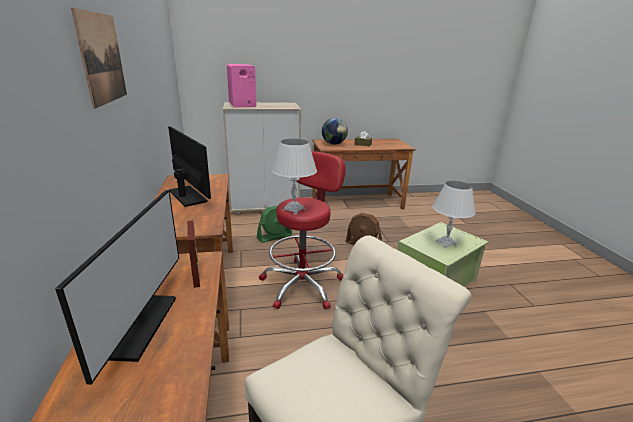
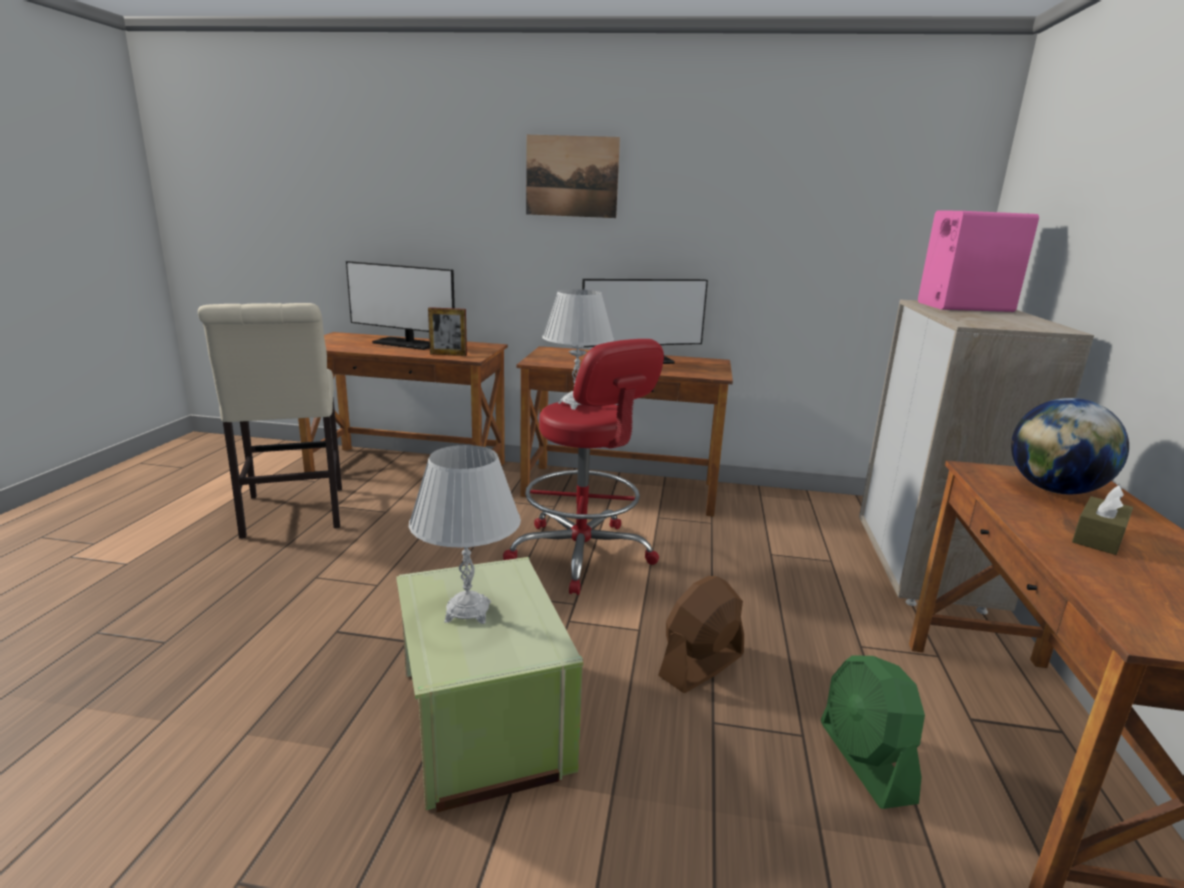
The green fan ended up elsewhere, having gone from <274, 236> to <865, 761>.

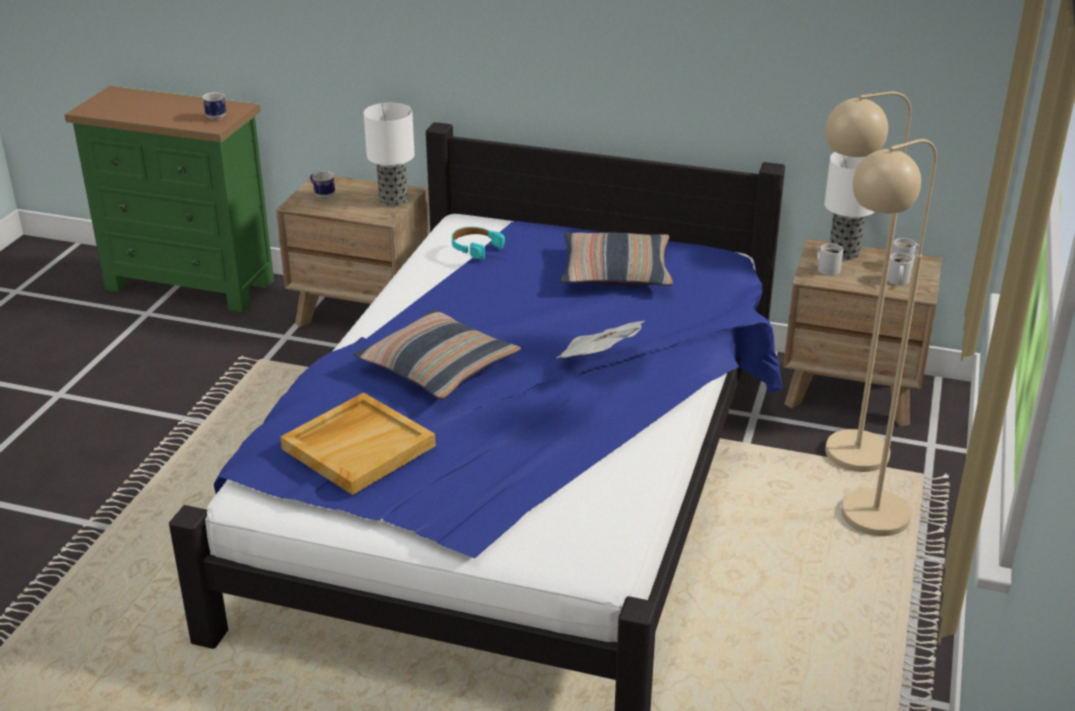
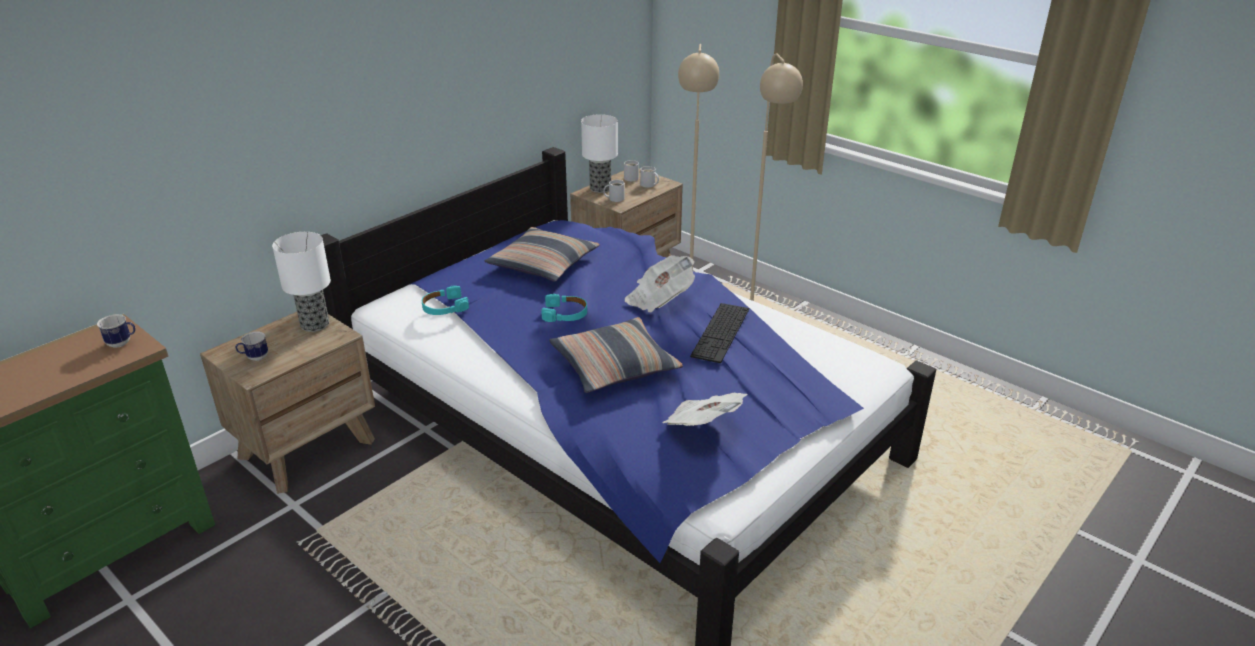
Where the beige tray stood at <358, 446>, the newspaper came to stand at <703, 426>.
The second view gained the turquoise headphones at <565, 314>.
The second view gained the keyboard at <720, 332>.

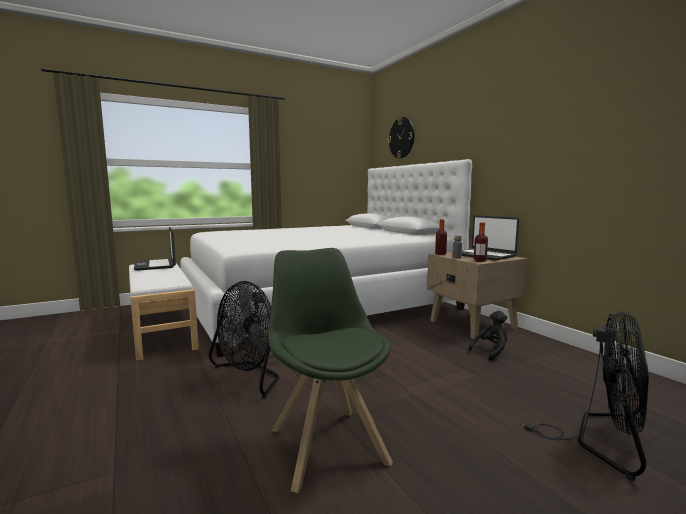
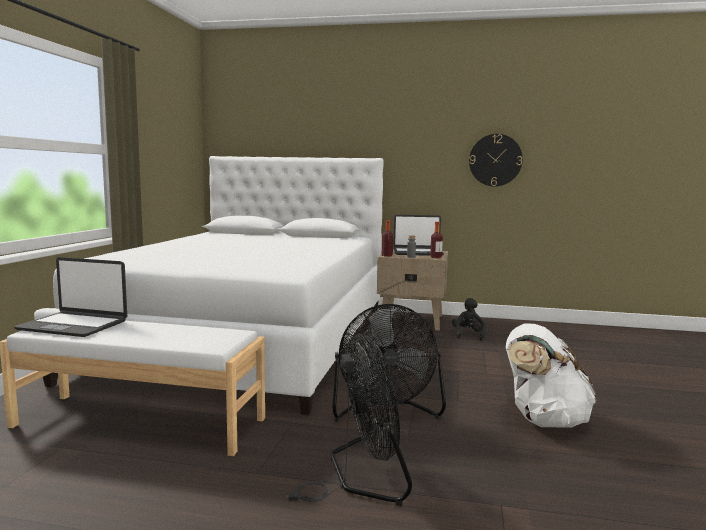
Where the green chair stood at <327, 446>, the white backpack came to stand at <543, 420>.
The wall clock ended up elsewhere, having gone from <401, 138> to <495, 160>.
The black fan ended up elsewhere, having gone from <601, 438> to <356, 474>.

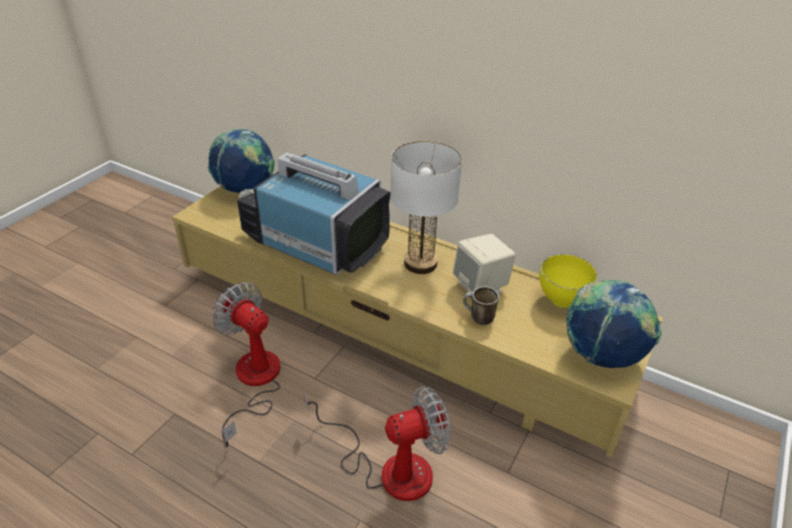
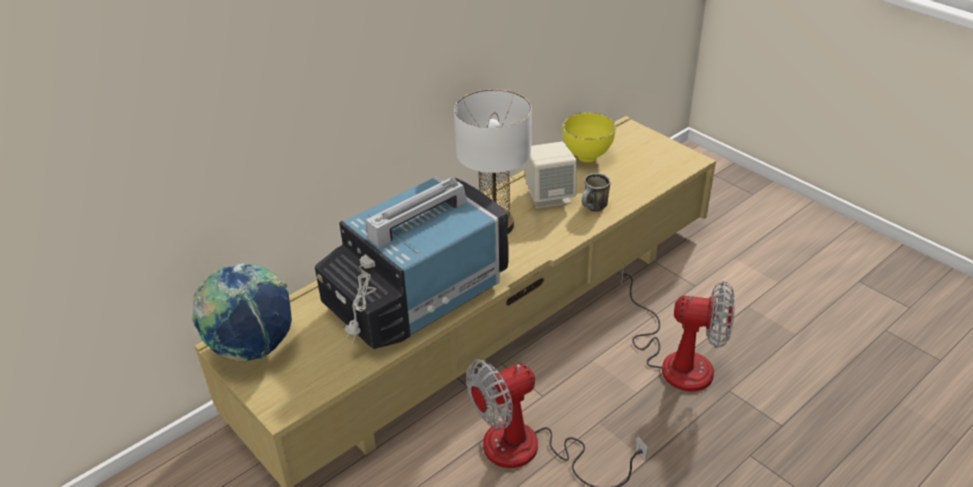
The fan at <389, 467> ended up facing another way, 105 degrees clockwise from before.
The second view lost the globe at <601, 355>.

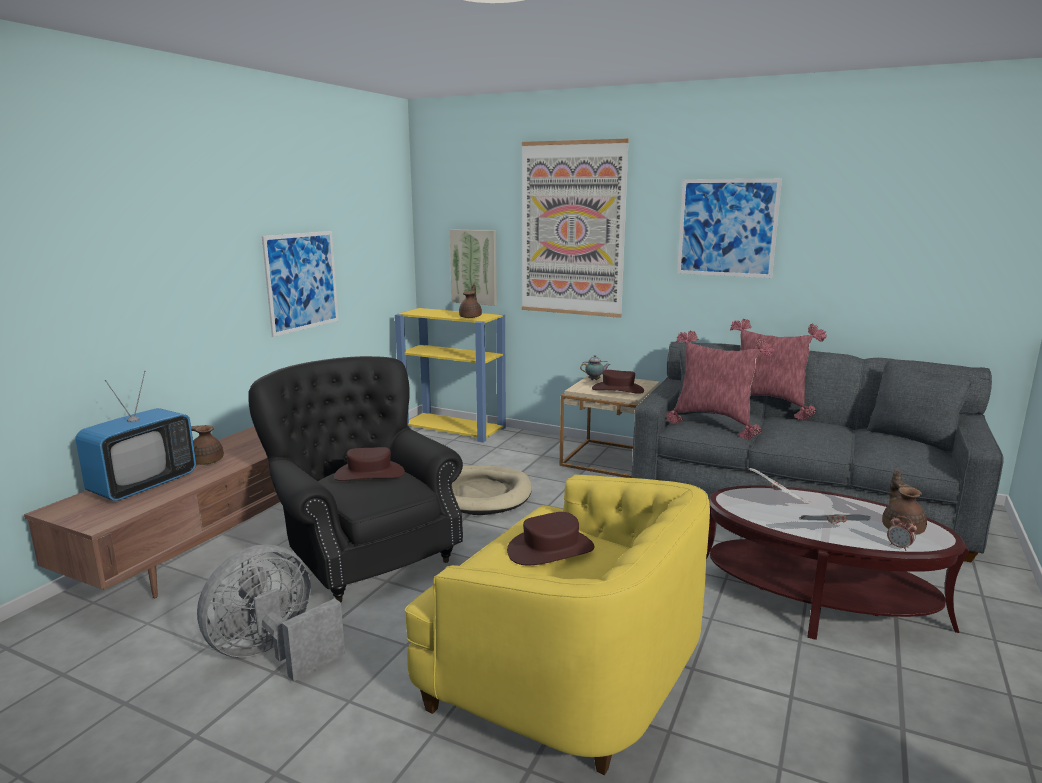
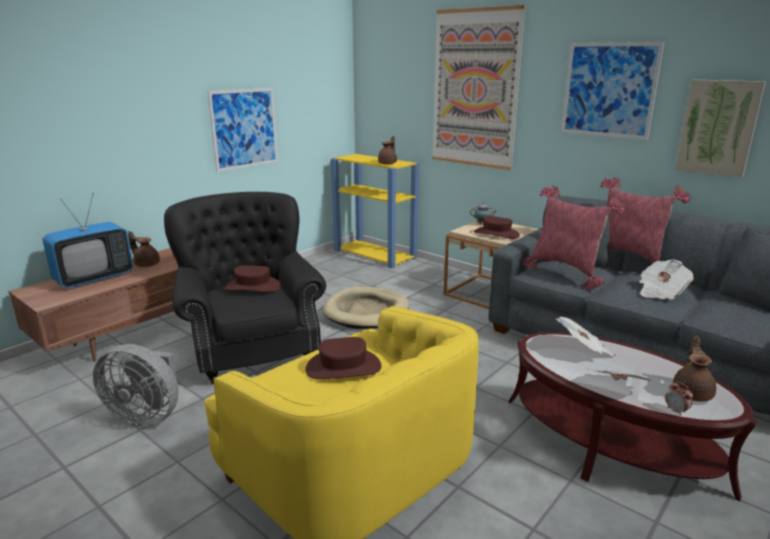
The grey fan at <273, 653> ended up facing another way, 135 degrees counterclockwise from before.
The picture ended up elsewhere, having gone from <474, 267> to <718, 127>.
The second view gained the newspaper at <661, 292>.

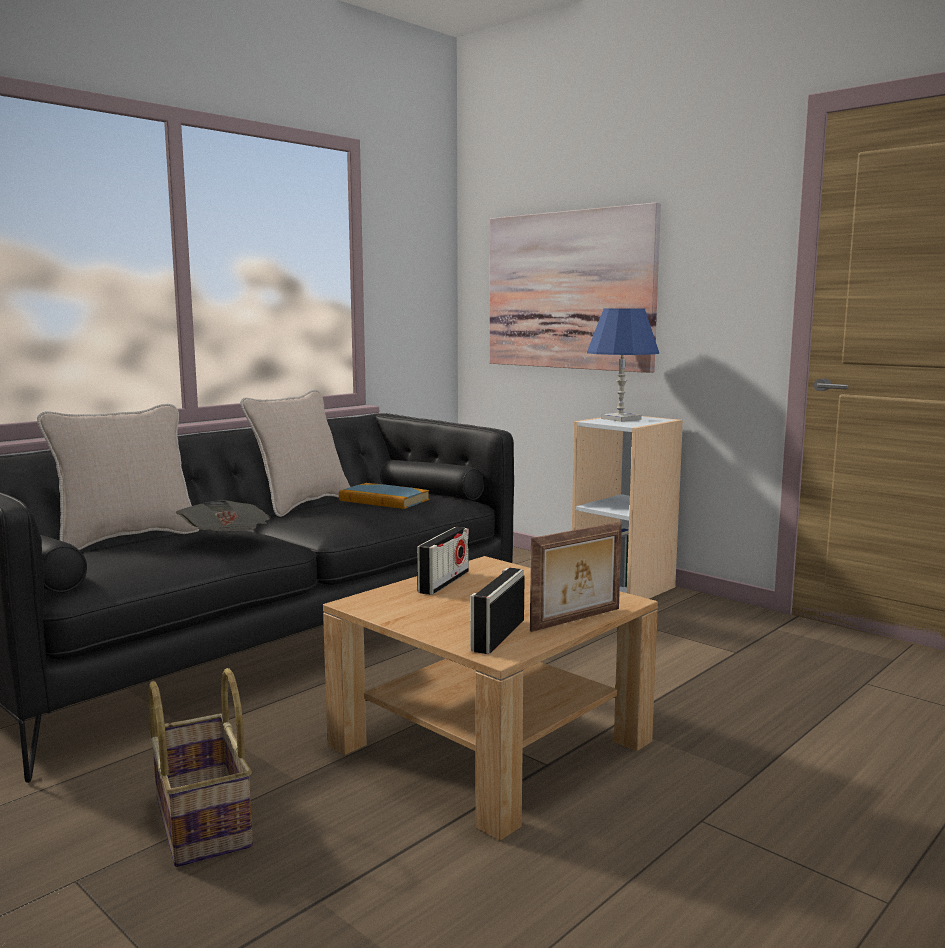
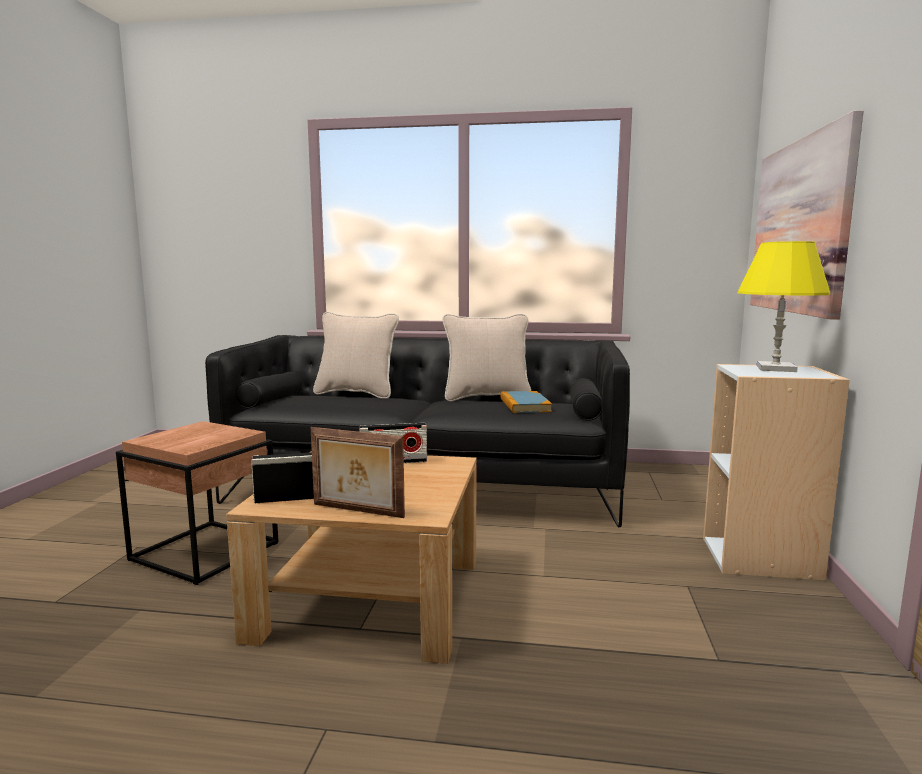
Where the basket stood at <199, 822>, the brown side table came to stand at <205, 551>.
The second view lost the newspaper at <227, 542>.
What was the blue table lamp at <620, 419> turned into the yellow table lamp at <775, 368>.

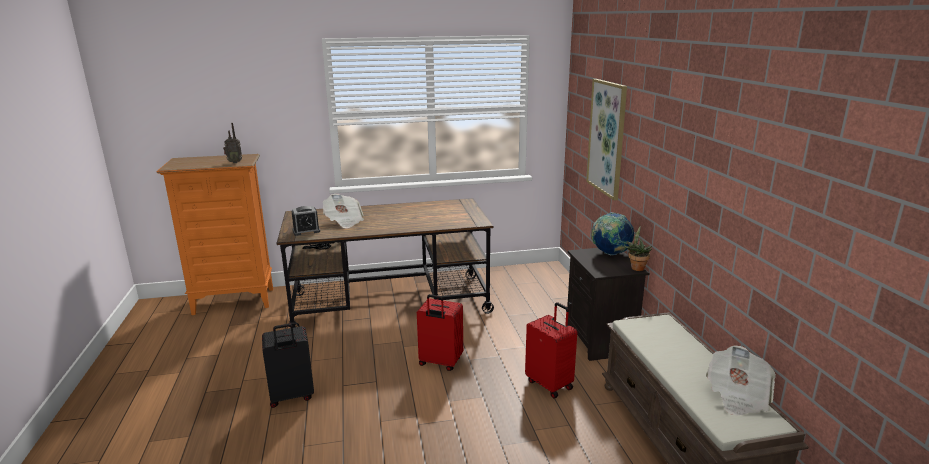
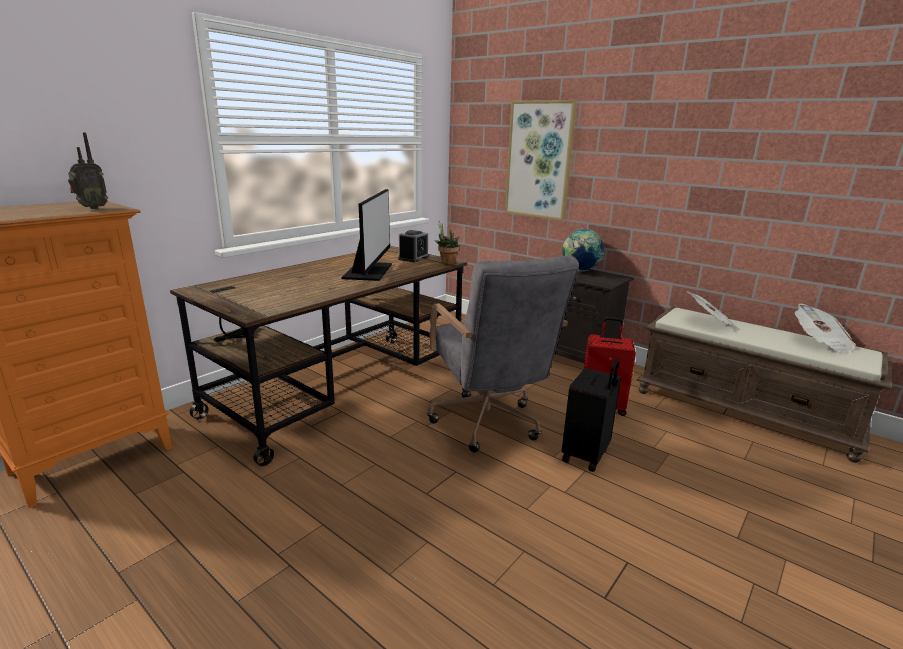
The black suitcase ended up elsewhere, having gone from <291, 397> to <586, 455>.
The alarm clock ended up elsewhere, having gone from <306, 231> to <413, 258>.
The newspaper ended up elsewhere, having gone from <344, 221> to <710, 323>.
Where the red suitcase stood at <440, 362>, the grey office chair came to stand at <488, 426>.
The potted plant ended up elsewhere, having gone from <636, 267> to <446, 262>.
The second view gained the monitor at <369, 271>.

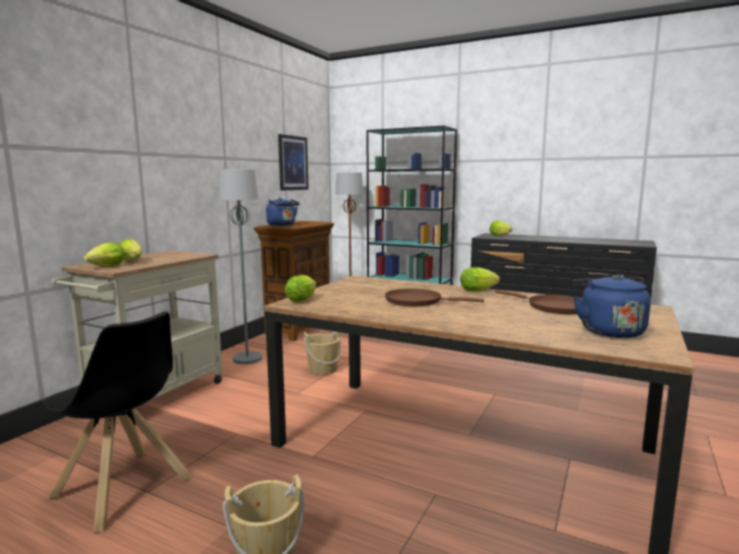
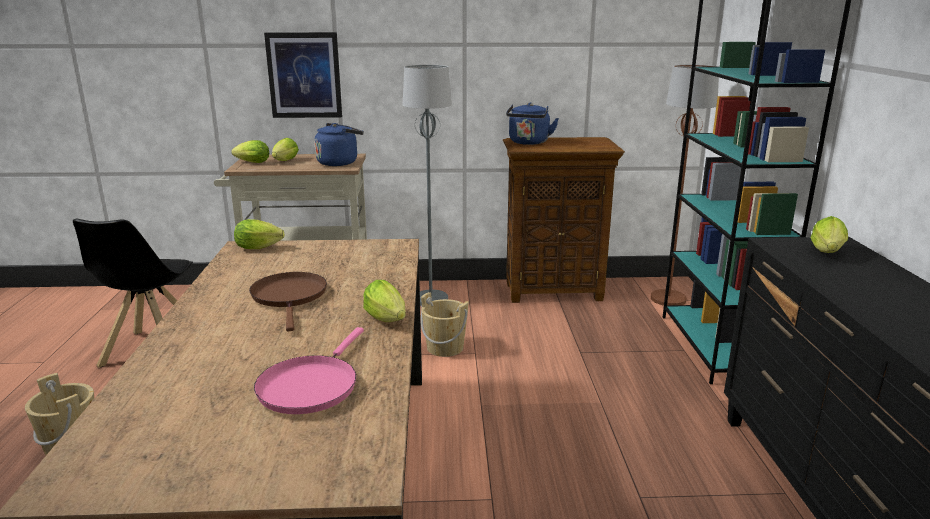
The picture ended up elsewhere, having gone from <293, 163> to <304, 75>.
What was the brown frying pan at <554, 307> turned into the pink frying pan at <310, 386>.
The blue kettle ended up elsewhere, having gone from <608, 331> to <339, 162>.

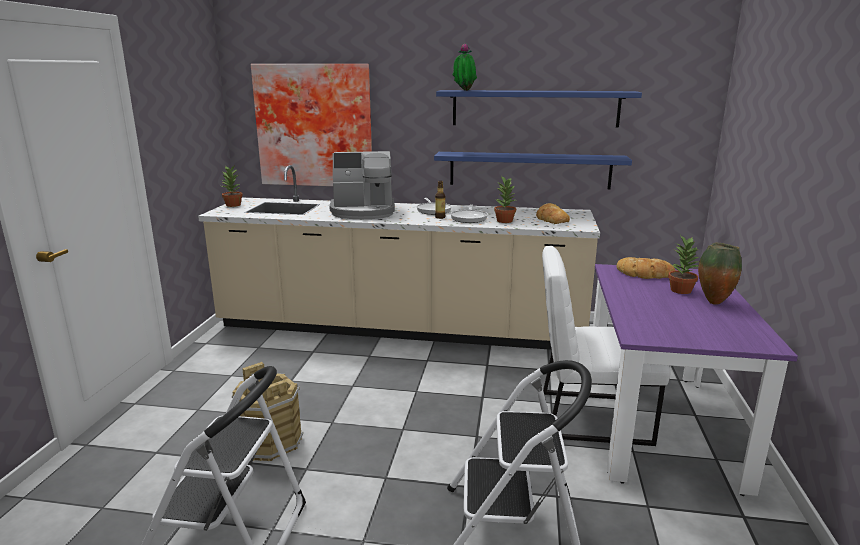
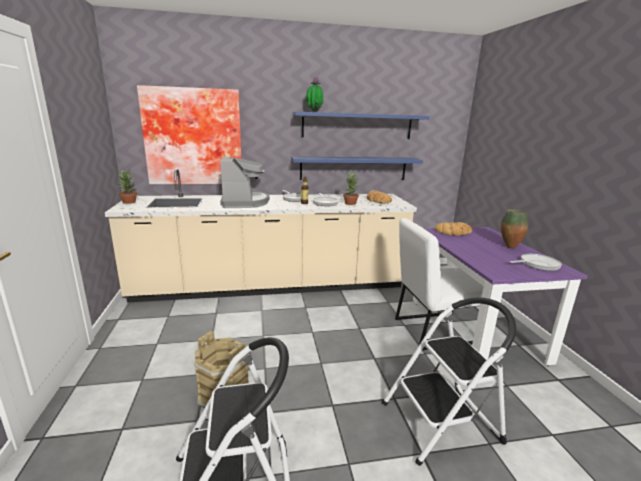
The coffee machine at <363, 212> ended up facing another way, 75 degrees counterclockwise from before.
The second view lost the potted plant at <680, 290>.
The second view gained the frying pan at <537, 264>.

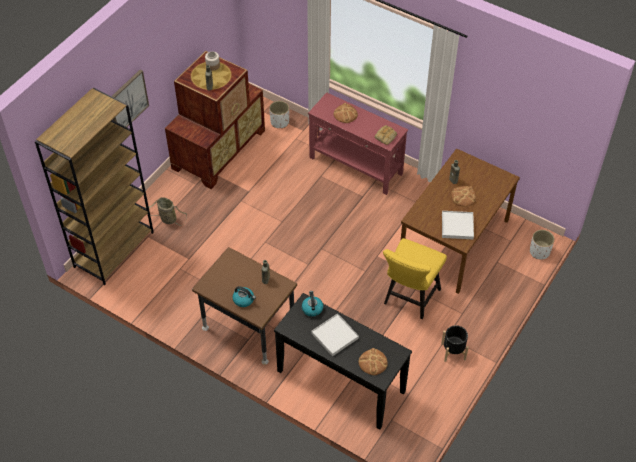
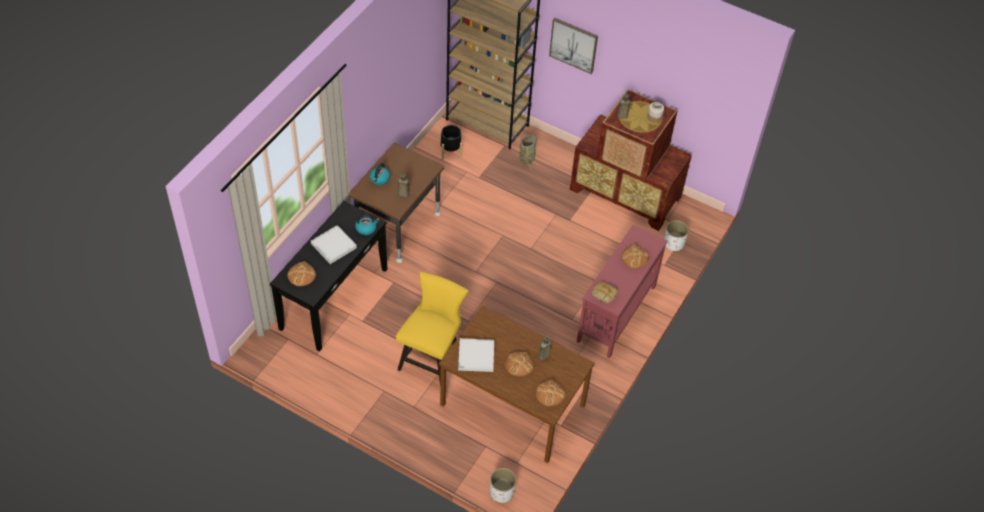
The yellow chair at <409, 299> ended up facing another way, 90 degrees clockwise from before.
The black planter ended up elsewhere, having gone from <453, 351> to <451, 152>.
The second view gained the bread at <550, 394>.

